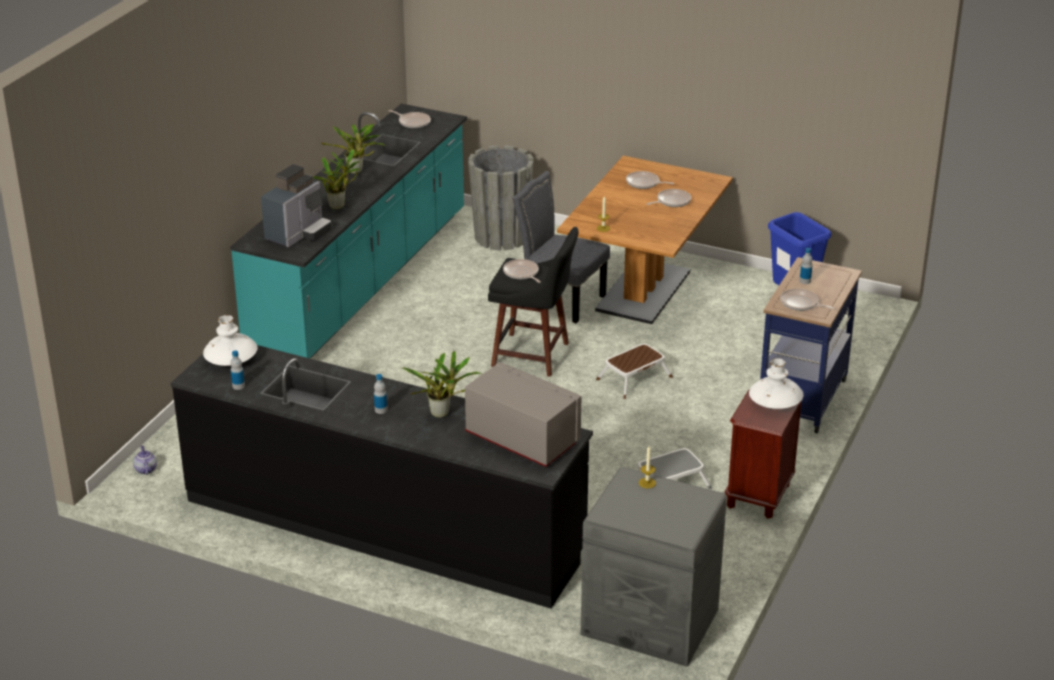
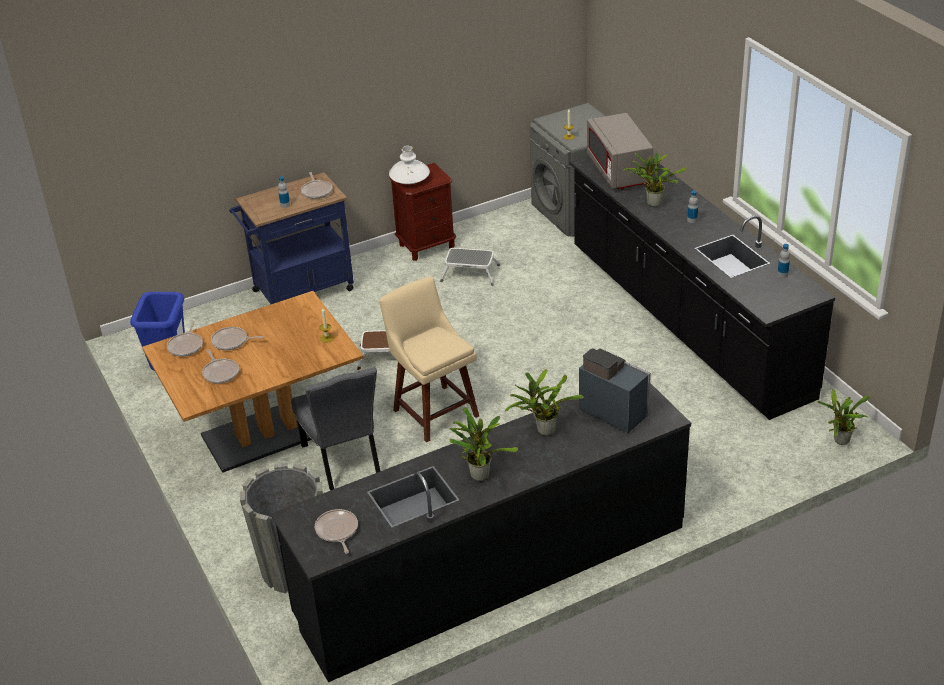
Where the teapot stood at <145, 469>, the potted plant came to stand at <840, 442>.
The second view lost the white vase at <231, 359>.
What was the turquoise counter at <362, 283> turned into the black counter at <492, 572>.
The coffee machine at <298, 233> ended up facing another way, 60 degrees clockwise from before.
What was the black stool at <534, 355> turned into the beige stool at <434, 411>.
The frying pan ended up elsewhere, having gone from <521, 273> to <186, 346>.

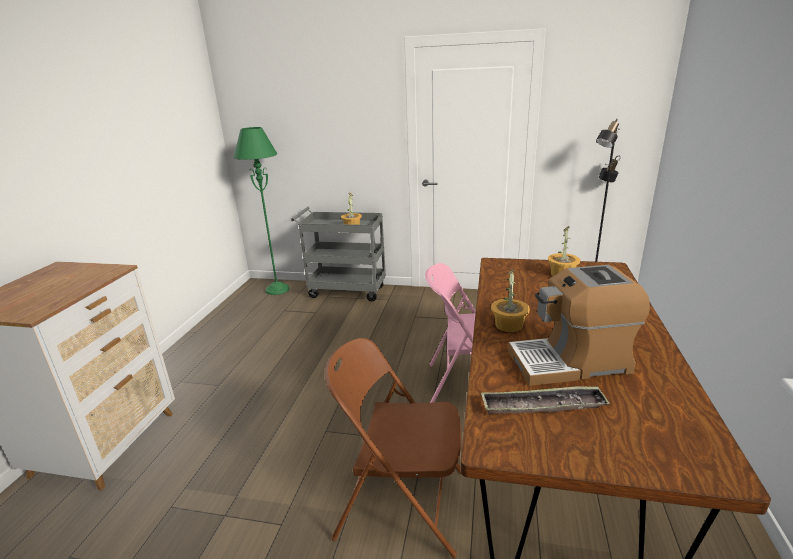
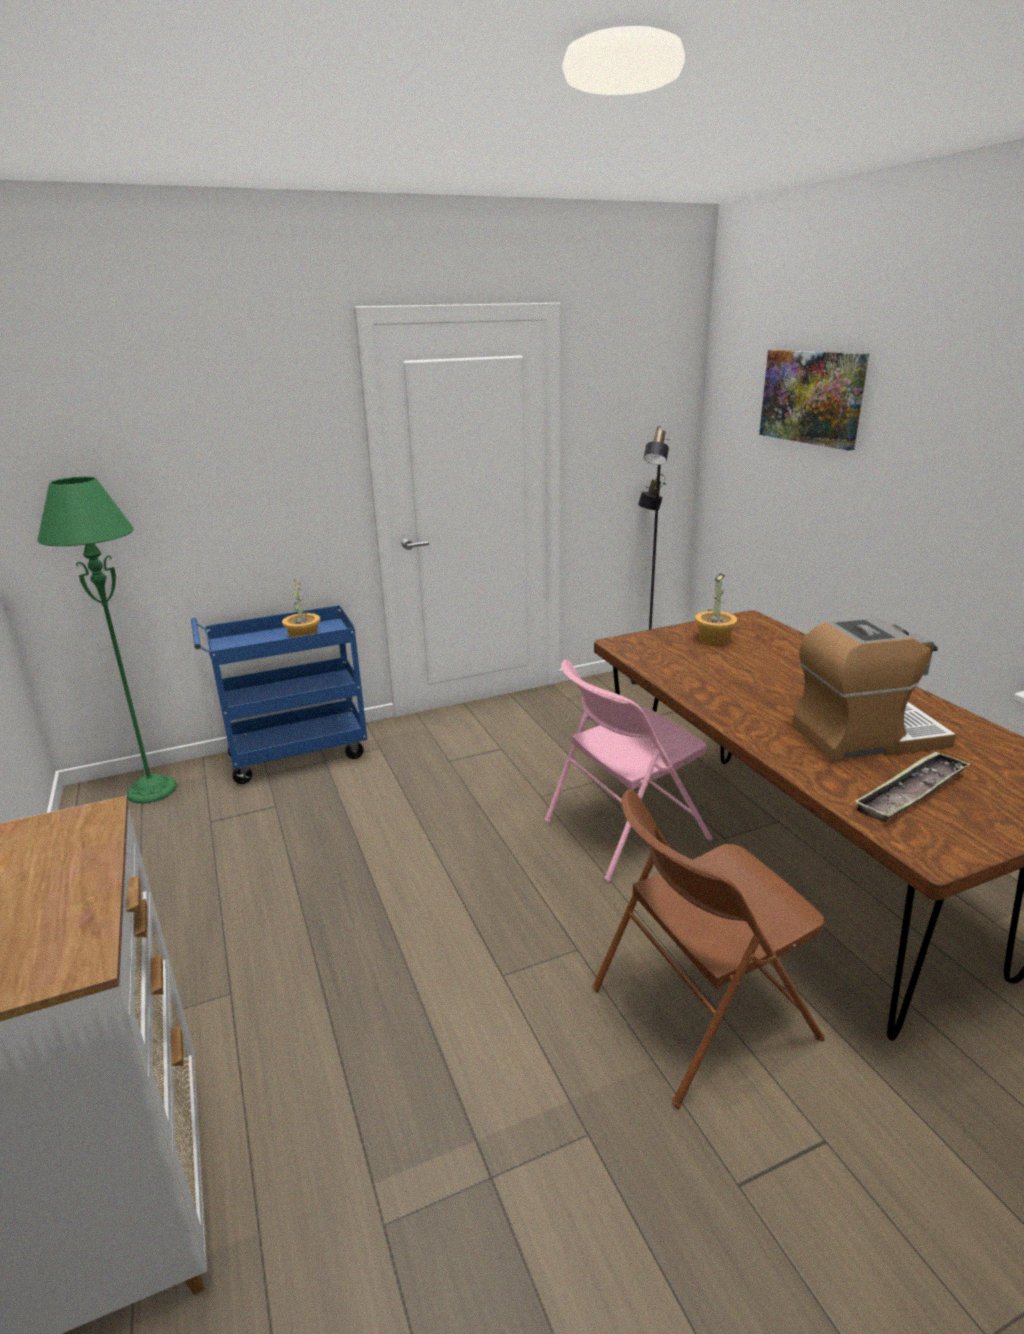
What was the grey cart at <345, 293> turned into the blue cart at <294, 758>.
The second view lost the potted plant at <509, 325>.
The coffee machine at <570, 362> ended up facing another way, 150 degrees counterclockwise from before.
The second view gained the picture at <812, 397>.

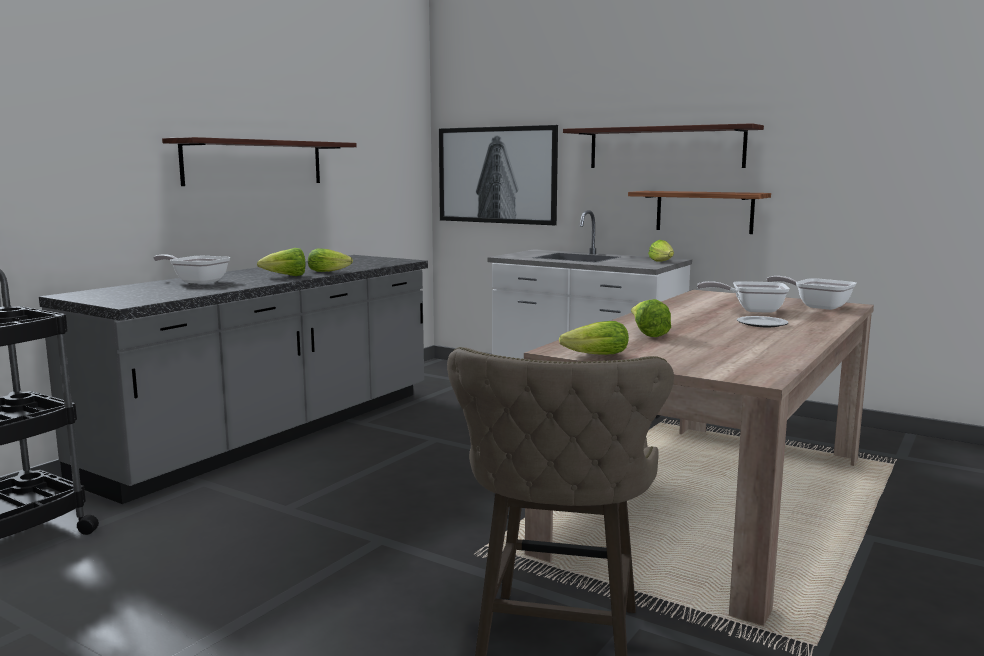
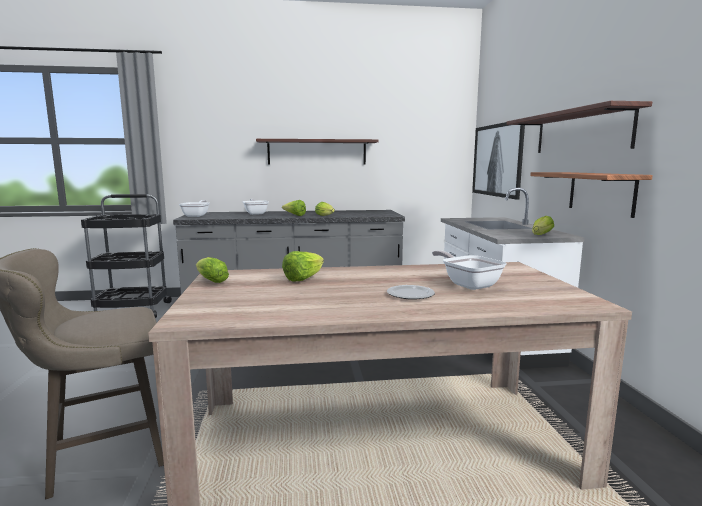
The frying pan ended up elsewhere, having gone from <817, 306> to <197, 215>.

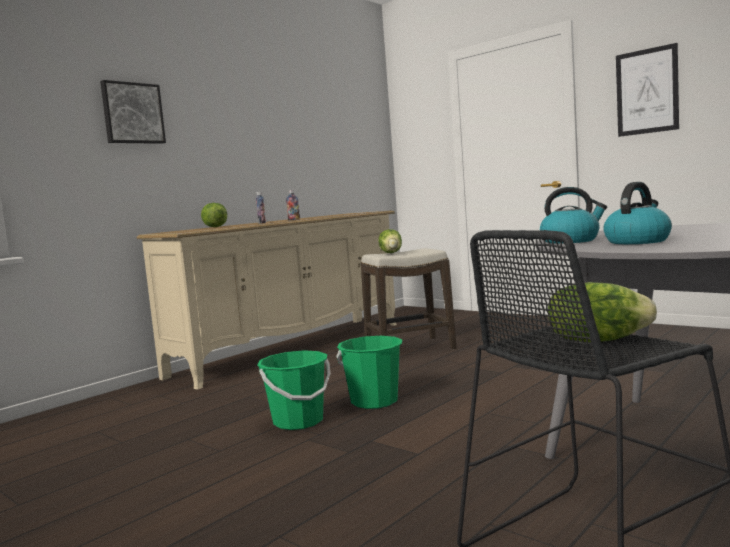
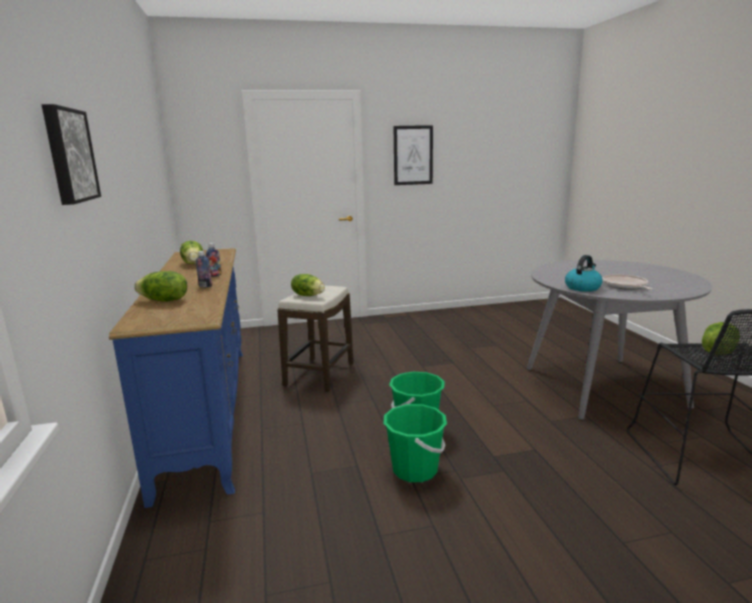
What was the beige cabinet at <294, 349> turned into the blue cabinet at <209, 410>.
Where the kettle stood at <637, 241>, the frying pan came to stand at <625, 286>.
The second view gained the lettuce at <194, 263>.

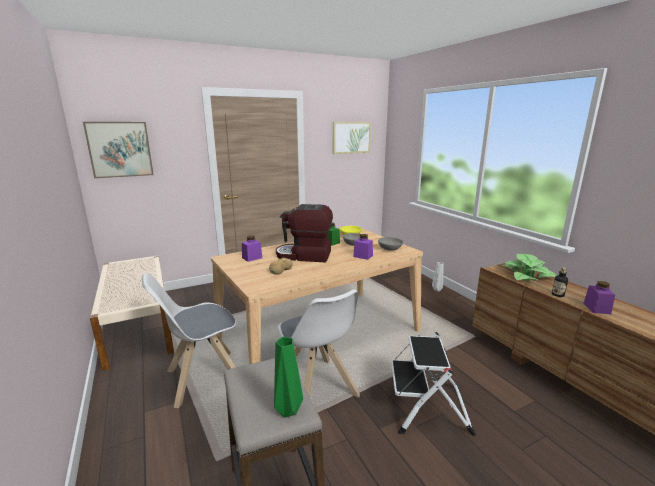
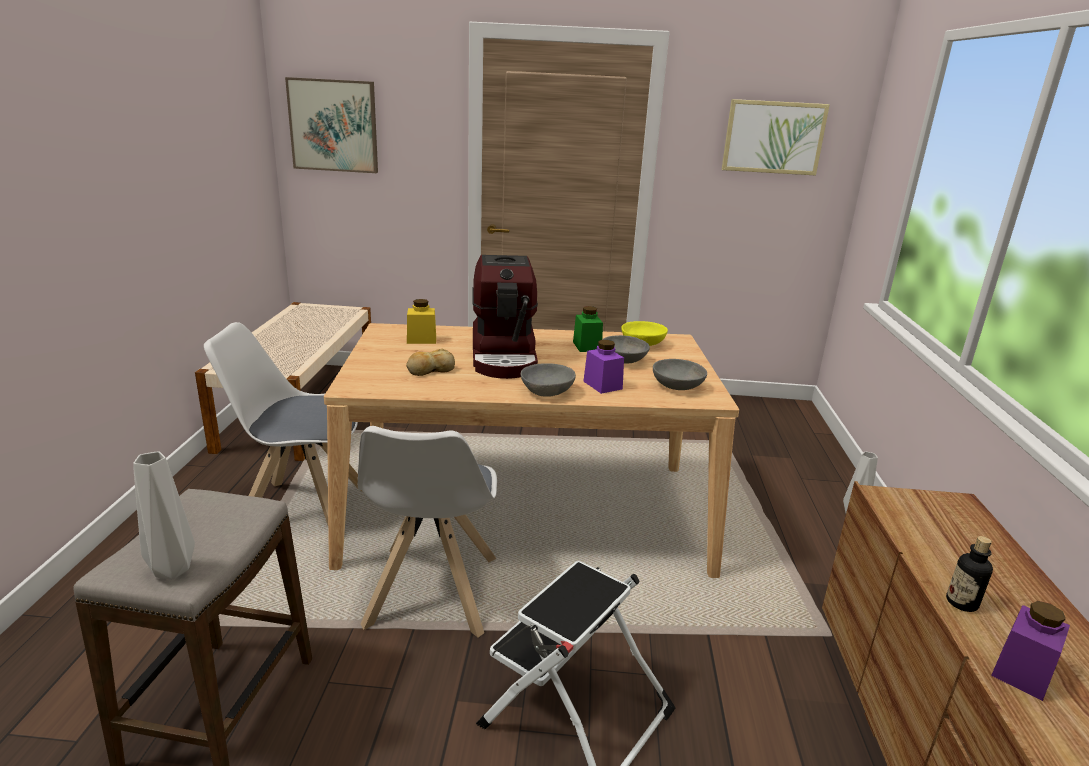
What was the purple jar at <252, 258> turned into the yellow jar at <421, 339>.
What was the green vase at <288, 409> turned into the grey vase at <174, 569>.
The coffee machine at <304, 255> ended up facing another way, 135 degrees counterclockwise from before.
The second view lost the potted plant at <527, 276>.
The second view gained the grey bowl at <546, 391>.

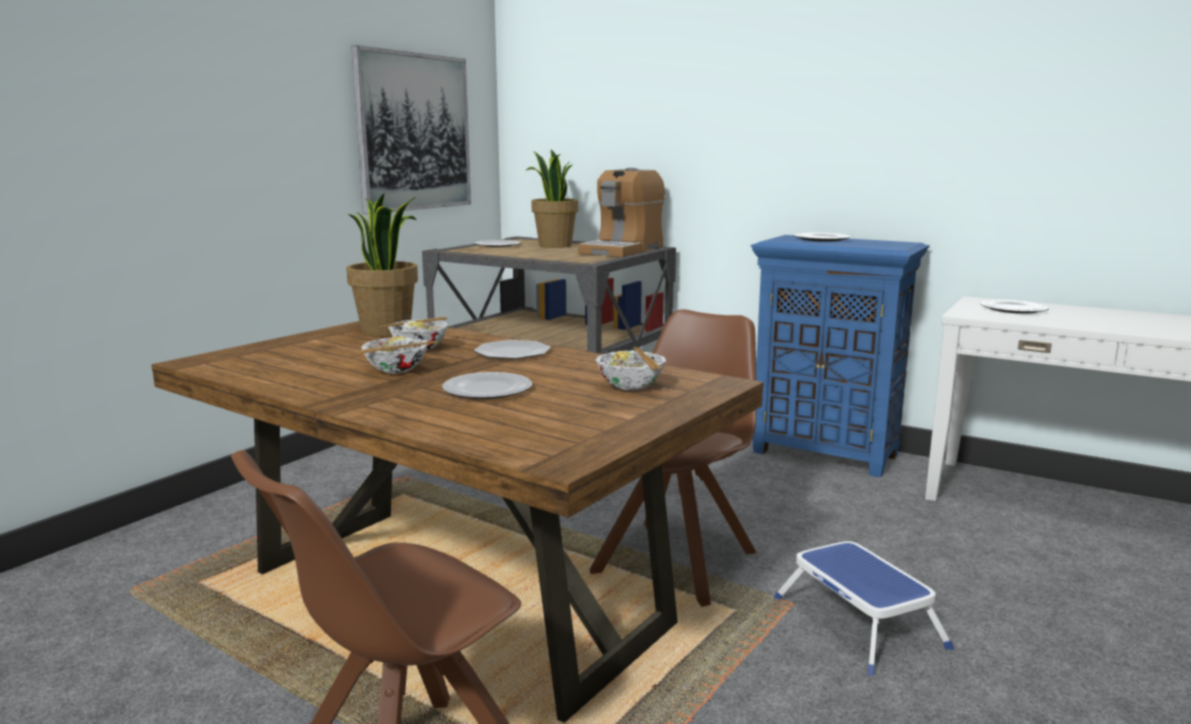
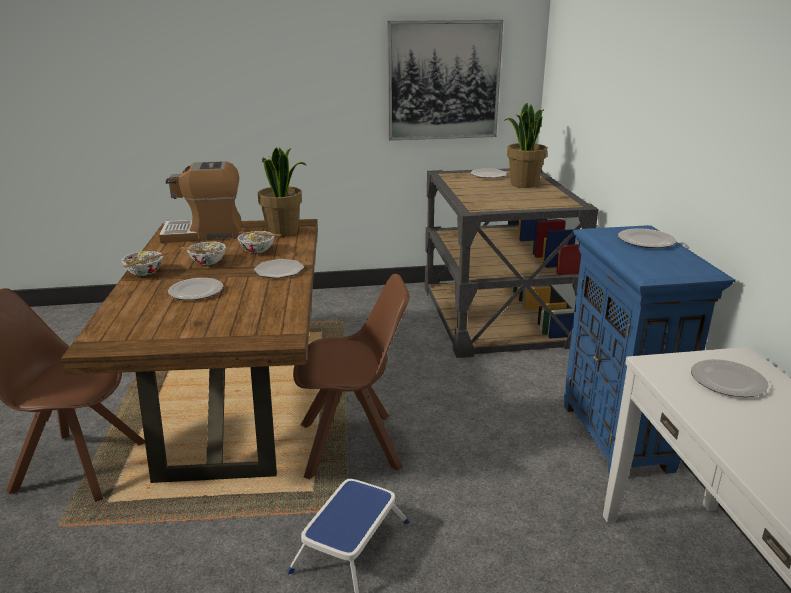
The coffee machine ended up elsewhere, having gone from <623, 250> to <204, 233>.
The bowl ended up elsewhere, having gone from <631, 386> to <145, 273>.

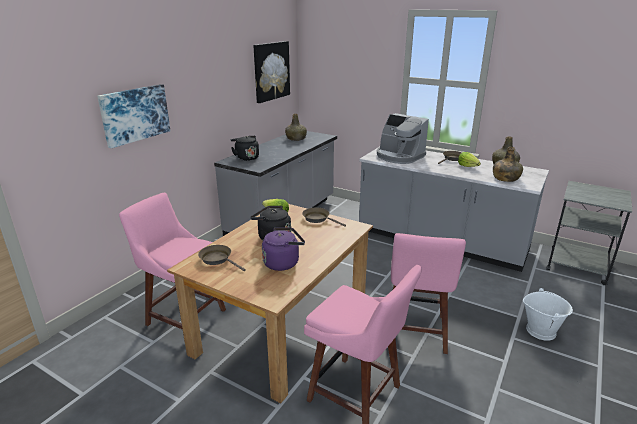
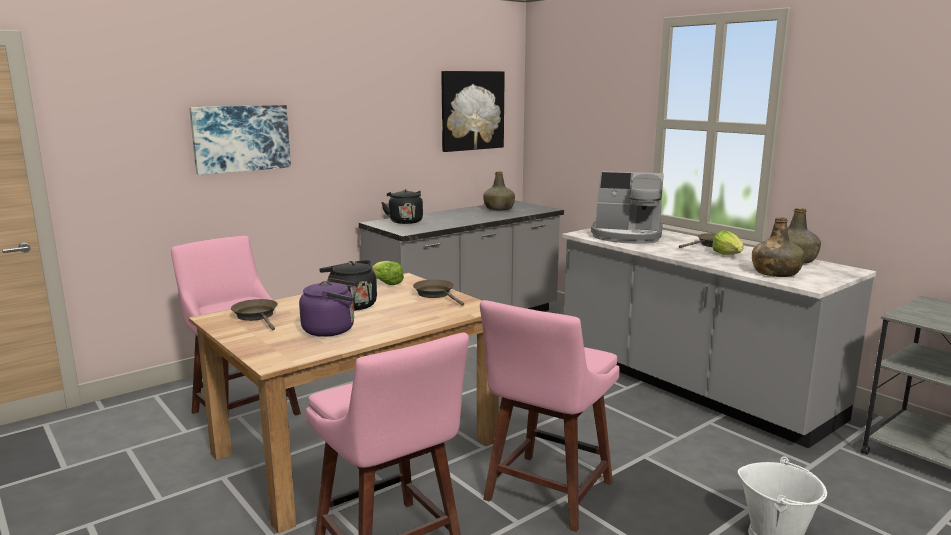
The coffee machine at <399, 156> ended up facing another way, 45 degrees counterclockwise from before.

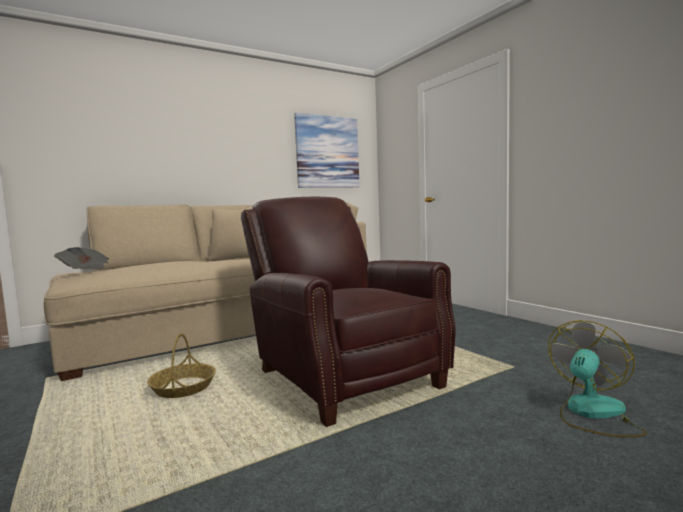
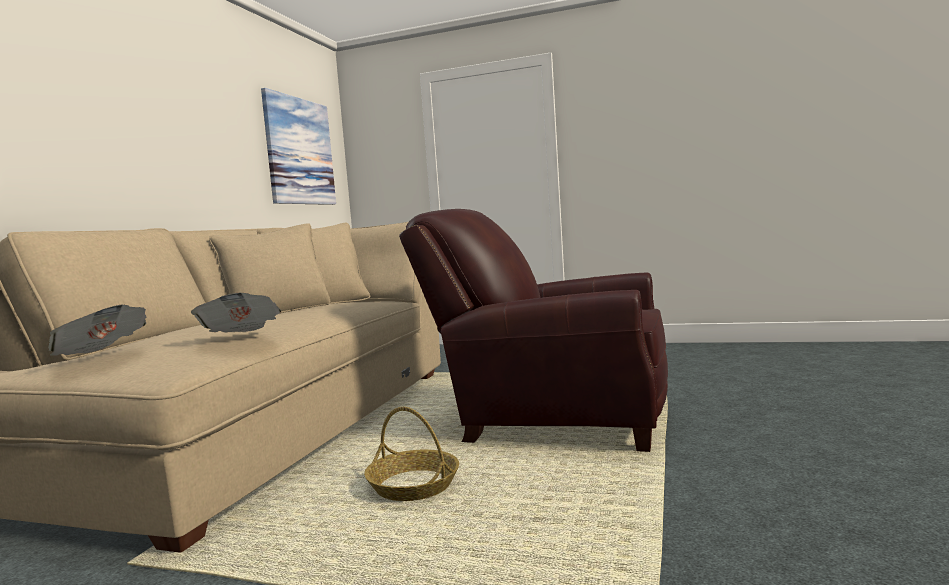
The second view lost the fan at <592, 413>.
The second view gained the newspaper at <241, 337>.

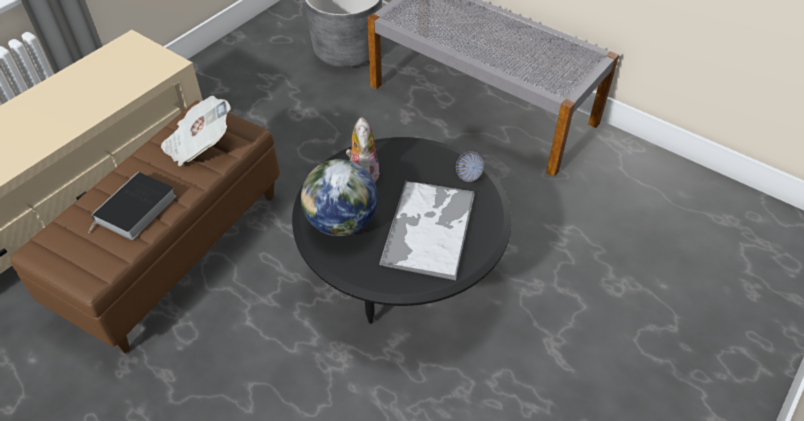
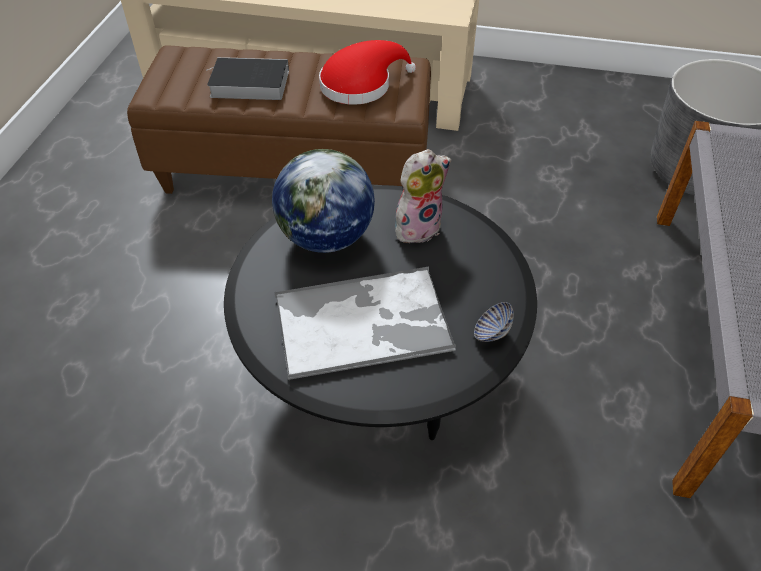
Where the newspaper stood at <199, 145>, the red hat came to stand at <360, 85>.

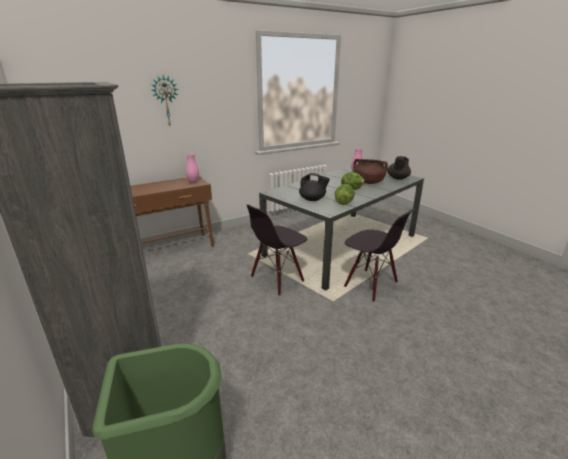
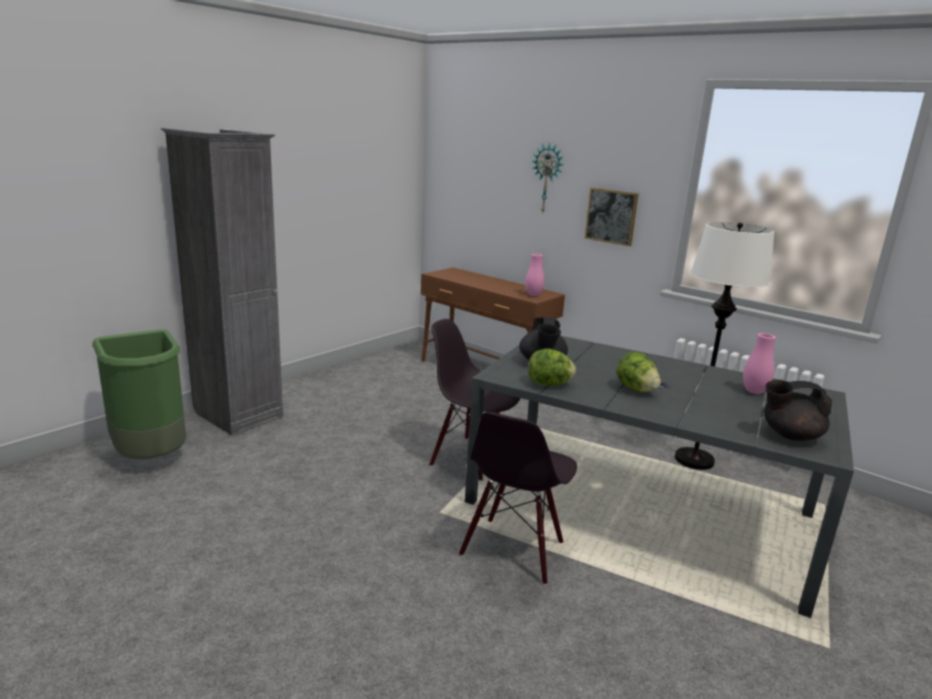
The second view lost the brown cooking pot at <368, 182>.
The second view gained the picture at <611, 216>.
The second view gained the white floor lamp at <694, 460>.

